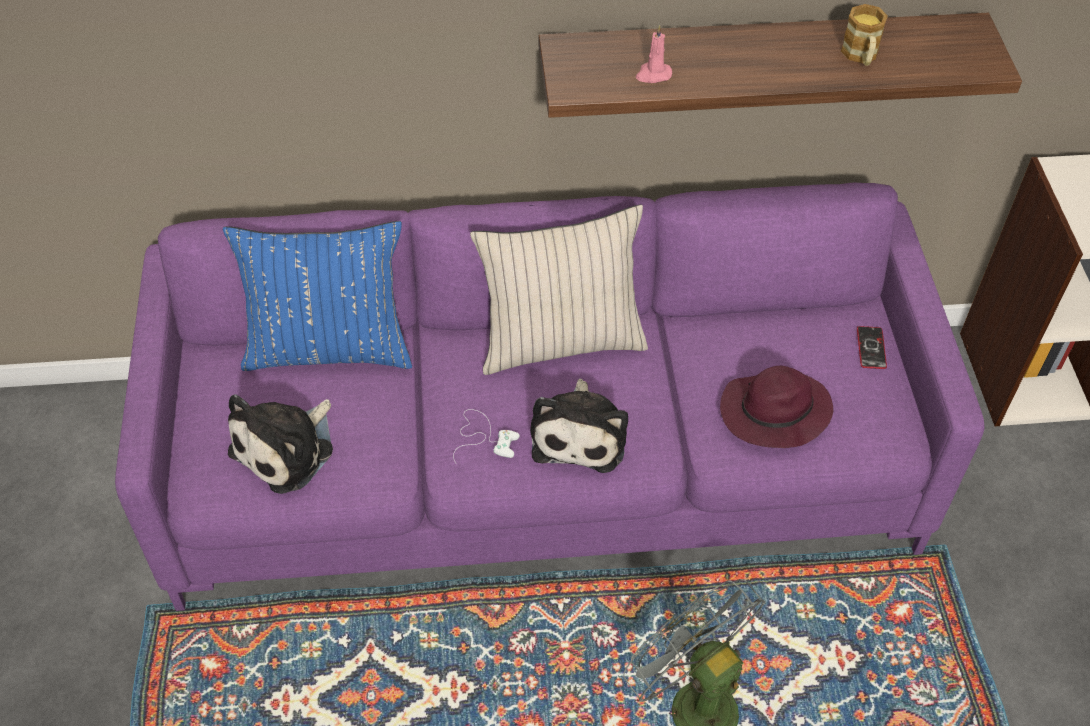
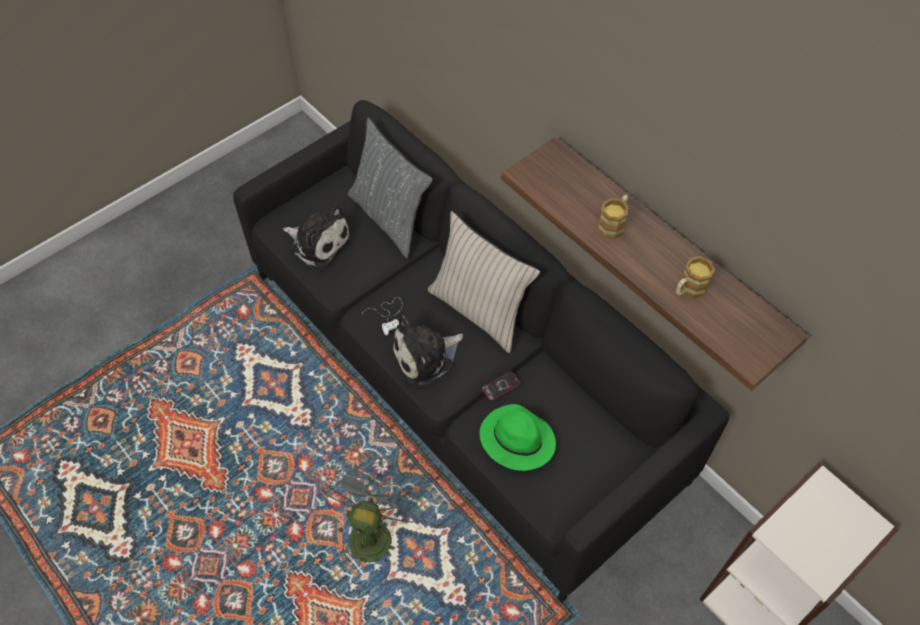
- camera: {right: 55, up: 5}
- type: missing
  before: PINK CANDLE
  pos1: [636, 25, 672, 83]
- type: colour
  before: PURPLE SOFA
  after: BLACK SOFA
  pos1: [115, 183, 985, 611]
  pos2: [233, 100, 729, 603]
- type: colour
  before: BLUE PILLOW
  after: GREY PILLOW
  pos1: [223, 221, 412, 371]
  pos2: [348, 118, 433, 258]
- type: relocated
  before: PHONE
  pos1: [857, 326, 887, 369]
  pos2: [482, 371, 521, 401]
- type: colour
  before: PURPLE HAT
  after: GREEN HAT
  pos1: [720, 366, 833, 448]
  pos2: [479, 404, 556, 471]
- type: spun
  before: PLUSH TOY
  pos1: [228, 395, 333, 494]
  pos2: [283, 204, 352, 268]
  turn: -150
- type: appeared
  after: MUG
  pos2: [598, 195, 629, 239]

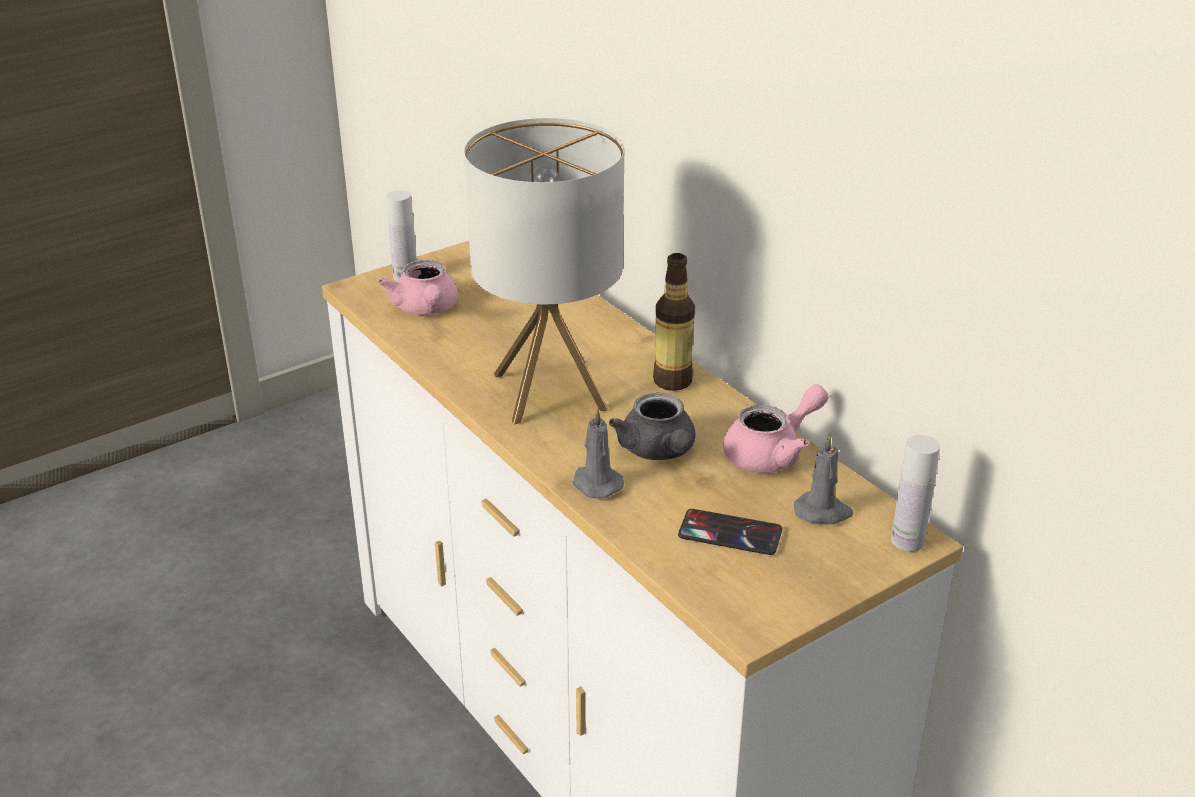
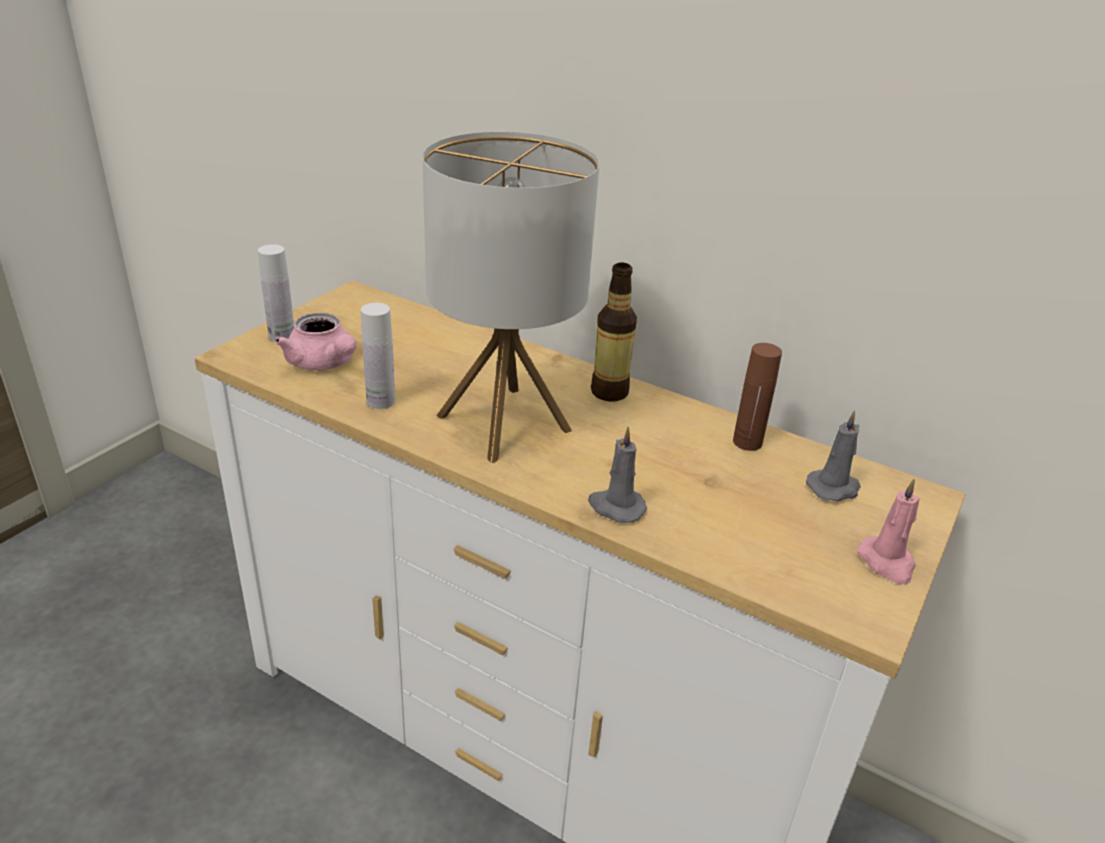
- camera: {right: -25, up: 0}
- type: exchanged
  before: PINK TEAPOT
  after: BROWN BOTTLE
  pos1: [723, 385, 828, 473]
  pos2: [733, 343, 782, 451]
- type: missing
  before: GREY TEAPOT
  pos1: [609, 393, 696, 460]
- type: relocated
  before: WHITE BOTTLE
  pos1: [891, 435, 940, 552]
  pos2: [361, 303, 395, 409]
- type: missing
  before: PHONE
  pos1: [678, 509, 782, 555]
- type: appeared
  after: PINK CANDLE
  pos2: [857, 479, 920, 584]

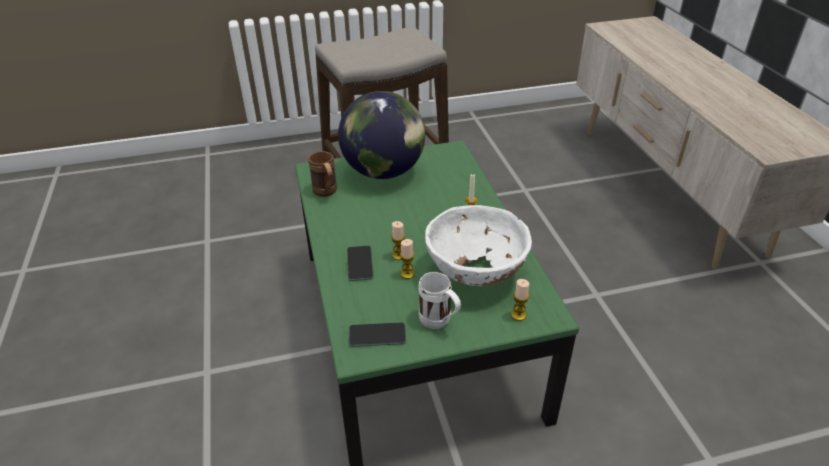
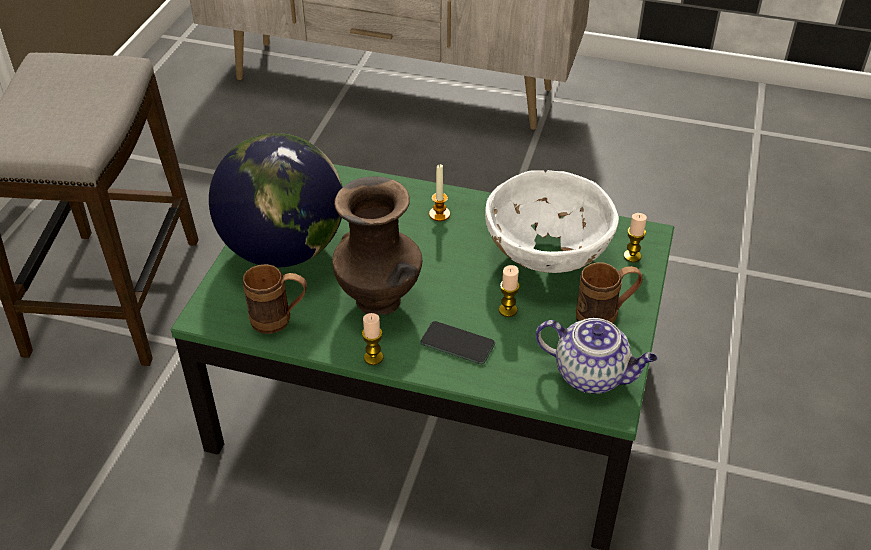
- camera: {right: -60, up: 5}
- type: relocated
  before: CANDLE
  pos1: [391, 221, 405, 260]
  pos2: [362, 313, 383, 365]
- type: colour
  before: WHITE MUG
  after: BROWN MUG
  pos1: [419, 272, 461, 329]
  pos2: [576, 262, 643, 324]
- type: exchanged
  before: PHONE
  after: TEAPOT
  pos1: [349, 322, 406, 347]
  pos2: [536, 318, 657, 394]
- type: appeared
  after: BROWN VASE
  pos2: [332, 176, 422, 315]

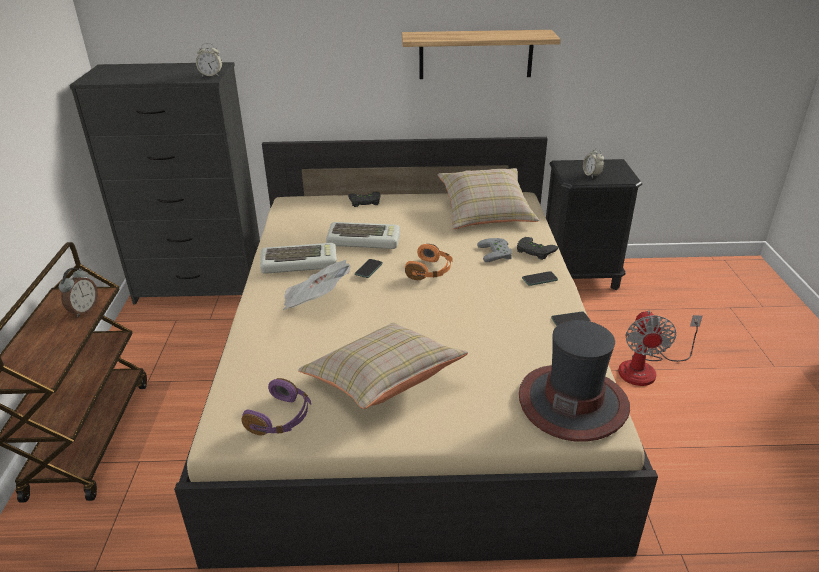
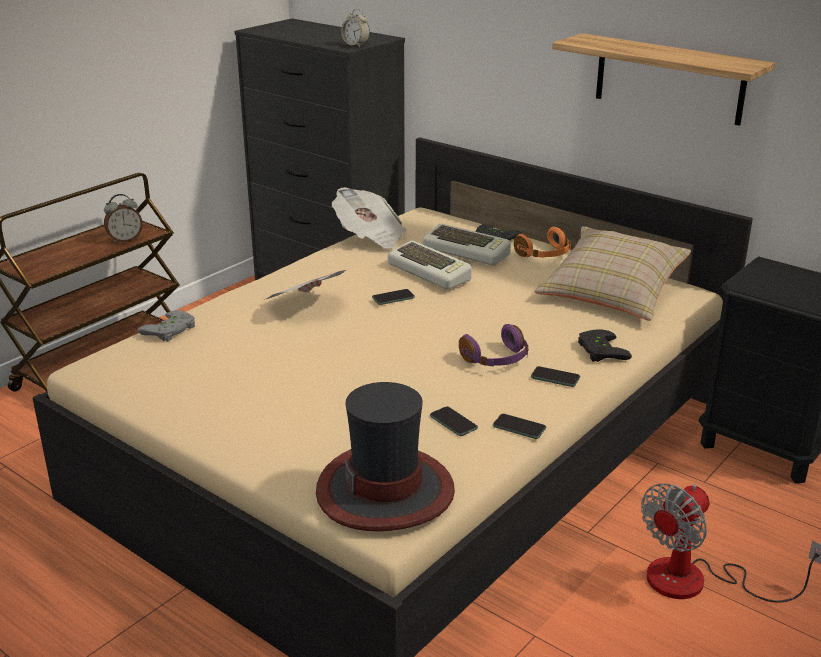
- camera: {right: 40, up: -5}
- type: missing
  before: ALARM CLOCK
  pos1: [583, 148, 604, 178]
- type: relocated
  before: GREY GAME CONTROLLER
  pos1: [477, 238, 512, 262]
  pos2: [138, 310, 195, 342]
- type: relocated
  before: KEYBOARD
  pos1: [260, 243, 337, 274]
  pos2: [423, 224, 511, 265]
- type: relocated
  before: ORANGE HEADPHONES
  pos1: [405, 244, 453, 280]
  pos2: [514, 227, 571, 258]
- type: missing
  before: BEIGE PILLOW
  pos1: [298, 322, 468, 409]
- type: relocated
  before: PURPLE HEADPHONES
  pos1: [241, 378, 311, 436]
  pos2: [459, 324, 528, 366]
- type: appeared
  after: NEWSPAPER
  pos2: [332, 187, 407, 249]
- type: appeared
  after: PHONE
  pos2: [430, 406, 478, 436]

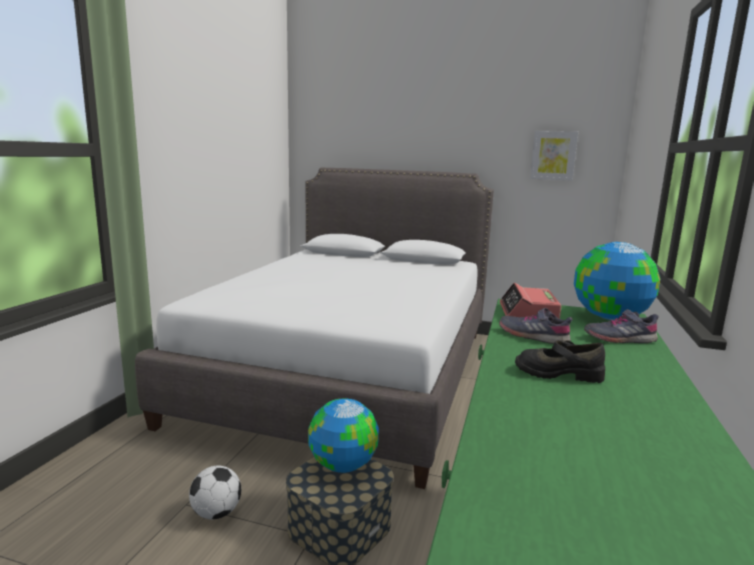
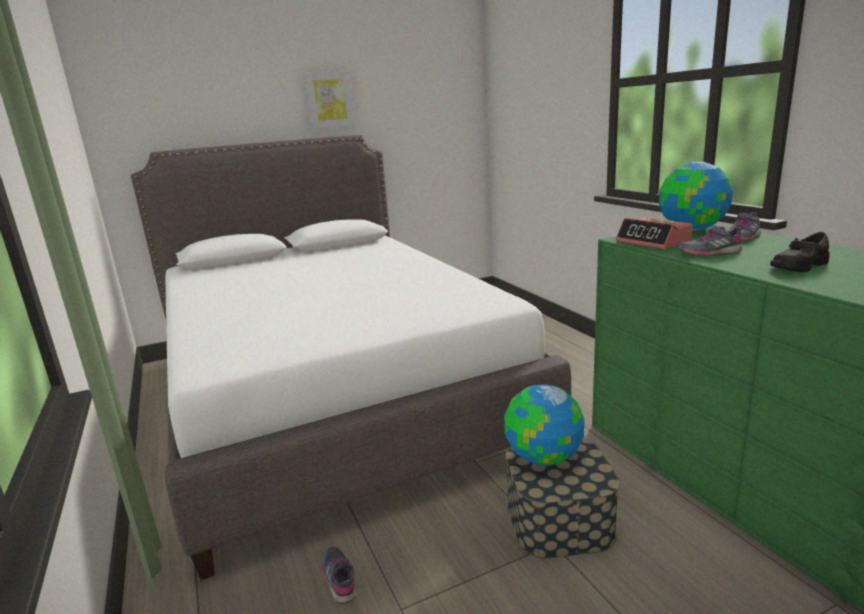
- camera: {right: -40, up: 5}
- type: relocated
  before: PICTURE
  pos1: [530, 131, 578, 181]
  pos2: [304, 71, 356, 129]
- type: missing
  before: FOOTBALL
  pos1: [189, 466, 241, 519]
- type: appeared
  after: GREY SHOE
  pos2: [321, 547, 357, 604]

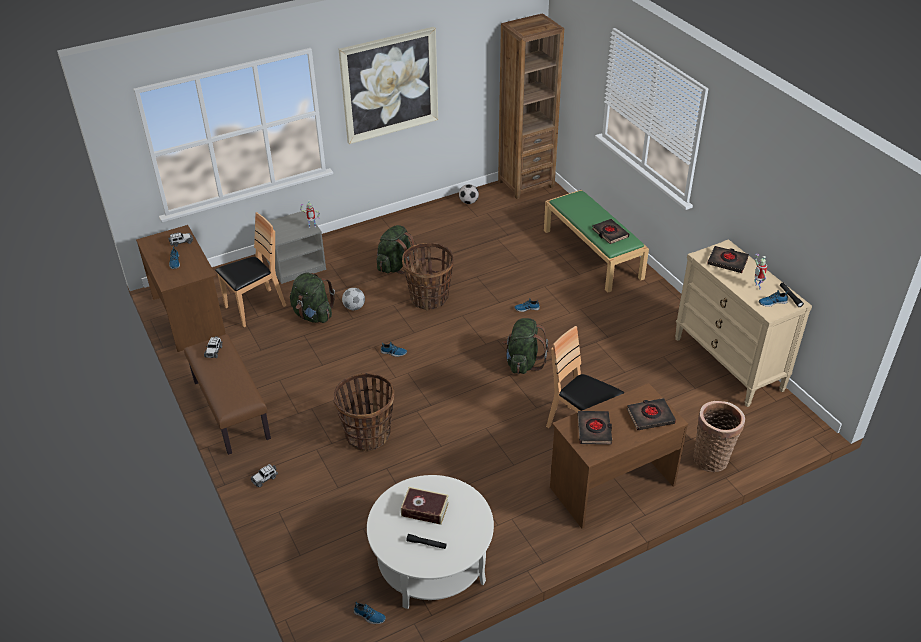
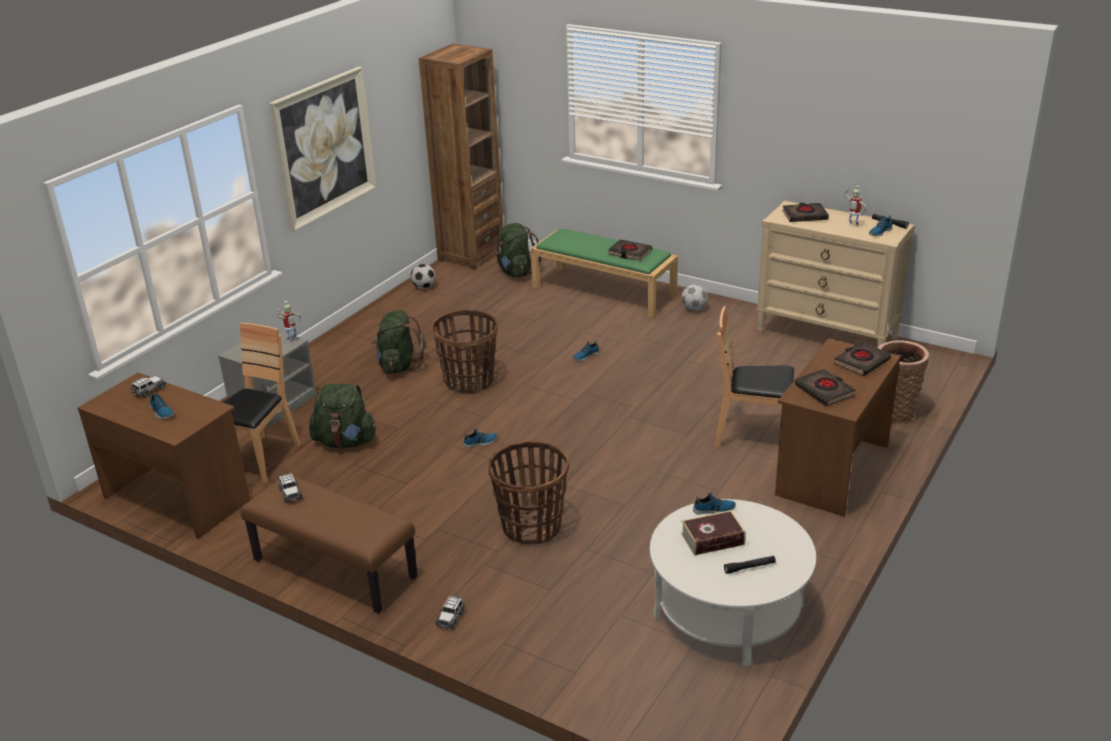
- camera: {right: -30, up: -10}
- type: relocated
  before: FOOTBALL
  pos1: [342, 288, 365, 310]
  pos2: [681, 285, 708, 311]
- type: relocated
  before: GREEN BACKPACK
  pos1: [502, 318, 549, 374]
  pos2: [494, 223, 541, 277]
- type: relocated
  before: SHOE
  pos1: [354, 602, 386, 624]
  pos2: [693, 492, 736, 514]

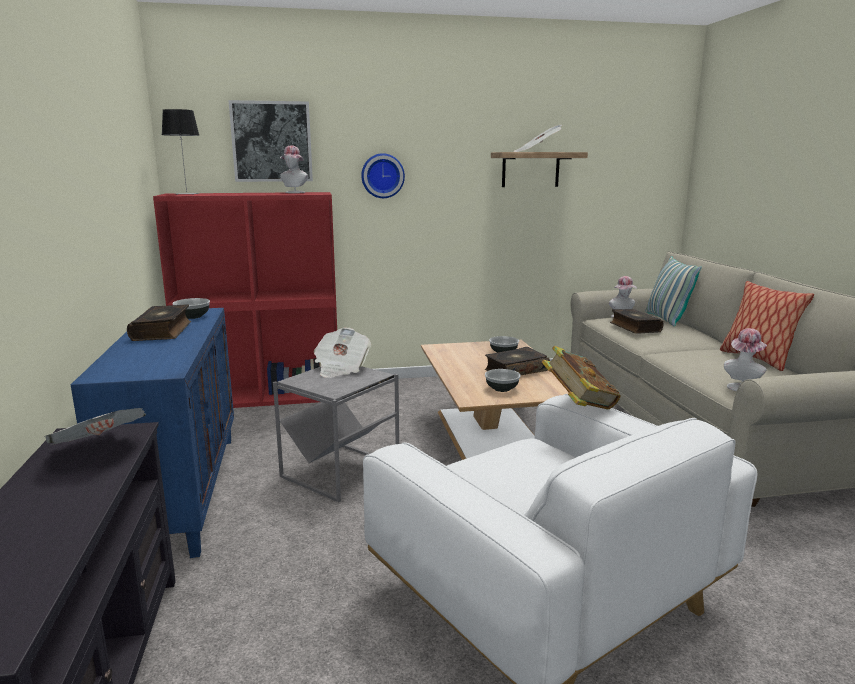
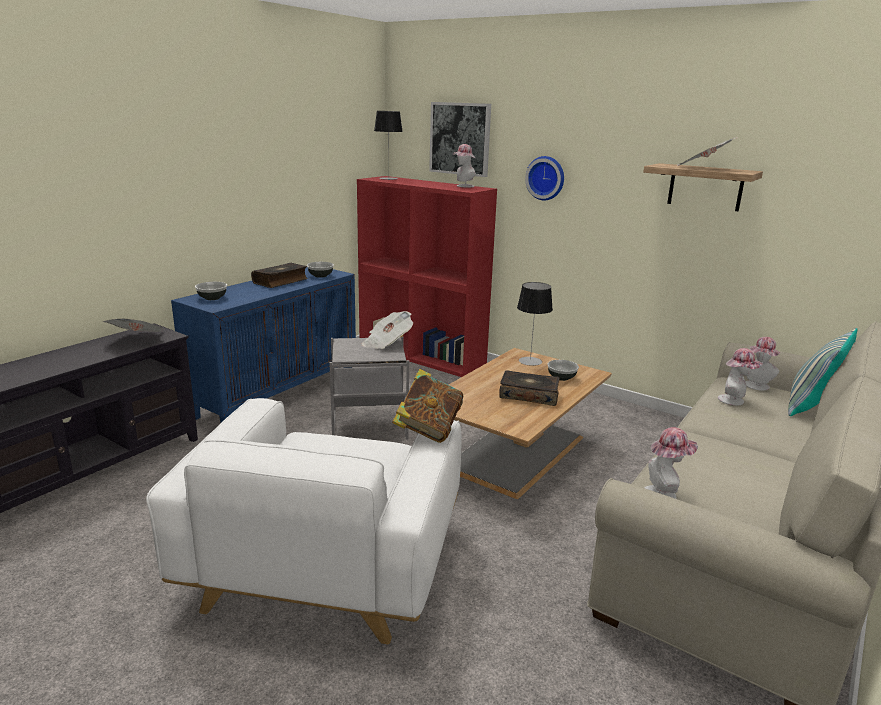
- camera: {right: 45, up: 5}
- type: missing
  before: PILLOW
  pos1: [720, 281, 814, 371]
- type: exchanged
  before: BOOK
  after: HAT
  pos1: [610, 309, 663, 334]
  pos2: [718, 348, 763, 405]
- type: relocated
  before: BOWL
  pos1: [485, 369, 520, 392]
  pos2: [195, 282, 227, 300]
- type: appeared
  after: TABLE LAMP
  pos2: [517, 282, 553, 366]

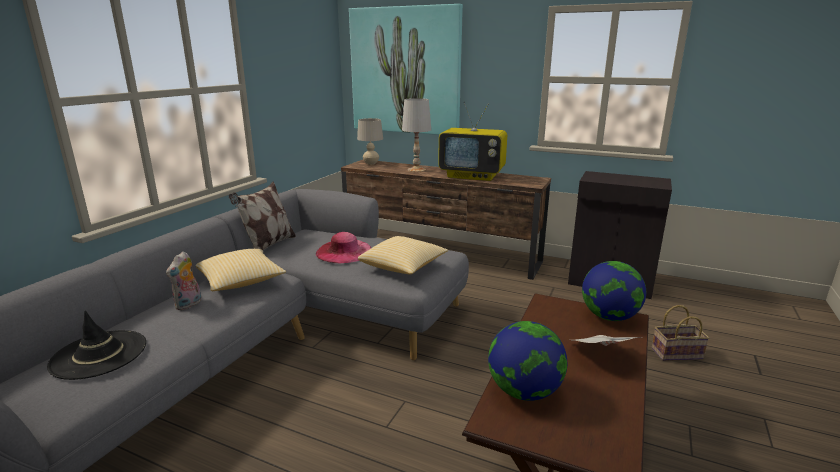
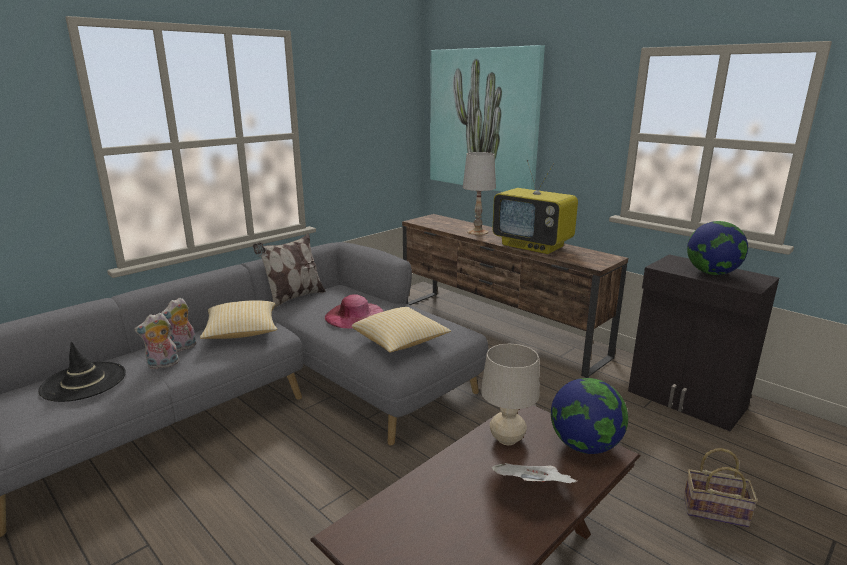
- camera: {right: 20, up: 0}
- type: relocated
  before: BEIGE TABLE LAMP
  pos1: [357, 118, 383, 165]
  pos2: [481, 344, 540, 445]
- type: relocated
  before: GLOBE
  pos1: [488, 321, 567, 401]
  pos2: [687, 221, 748, 275]
- type: appeared
  after: PLUSH TOY
  pos2: [135, 313, 180, 369]

